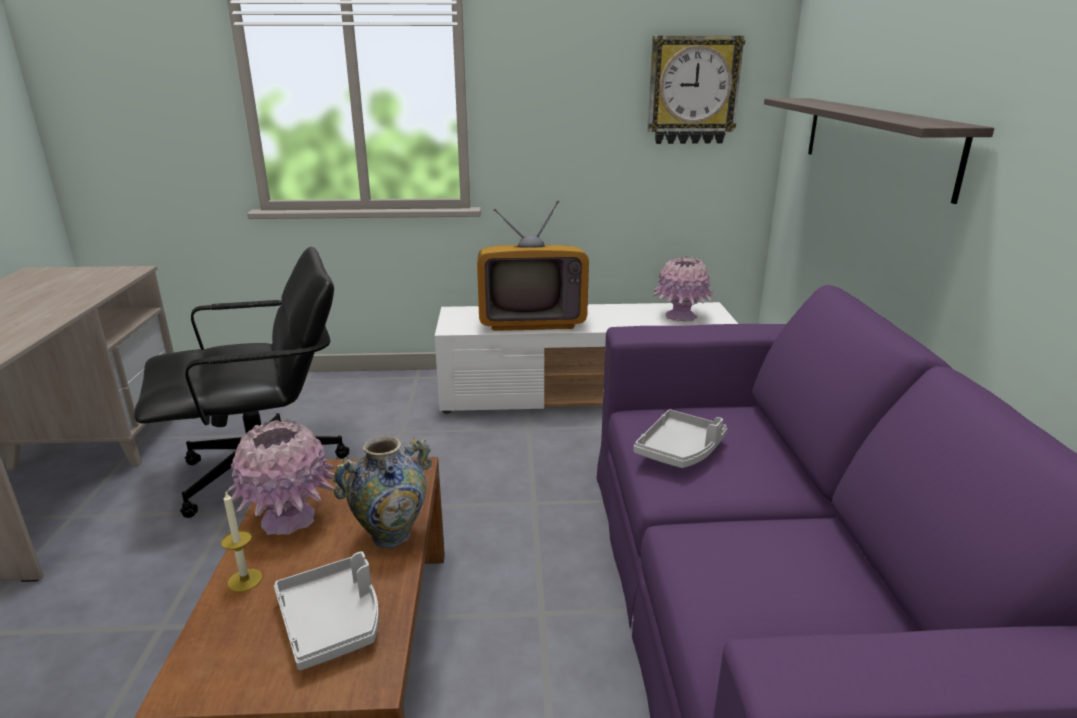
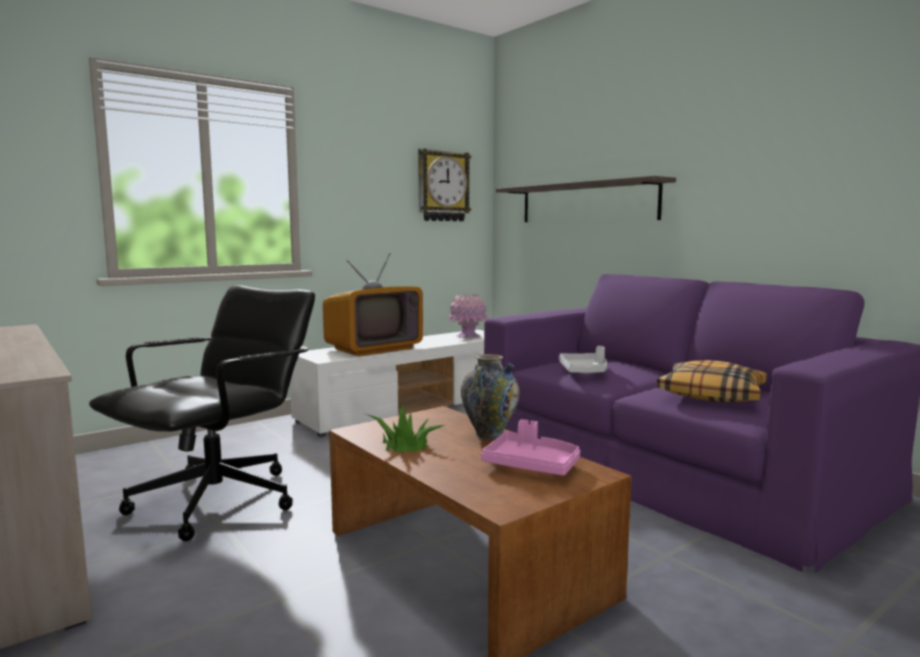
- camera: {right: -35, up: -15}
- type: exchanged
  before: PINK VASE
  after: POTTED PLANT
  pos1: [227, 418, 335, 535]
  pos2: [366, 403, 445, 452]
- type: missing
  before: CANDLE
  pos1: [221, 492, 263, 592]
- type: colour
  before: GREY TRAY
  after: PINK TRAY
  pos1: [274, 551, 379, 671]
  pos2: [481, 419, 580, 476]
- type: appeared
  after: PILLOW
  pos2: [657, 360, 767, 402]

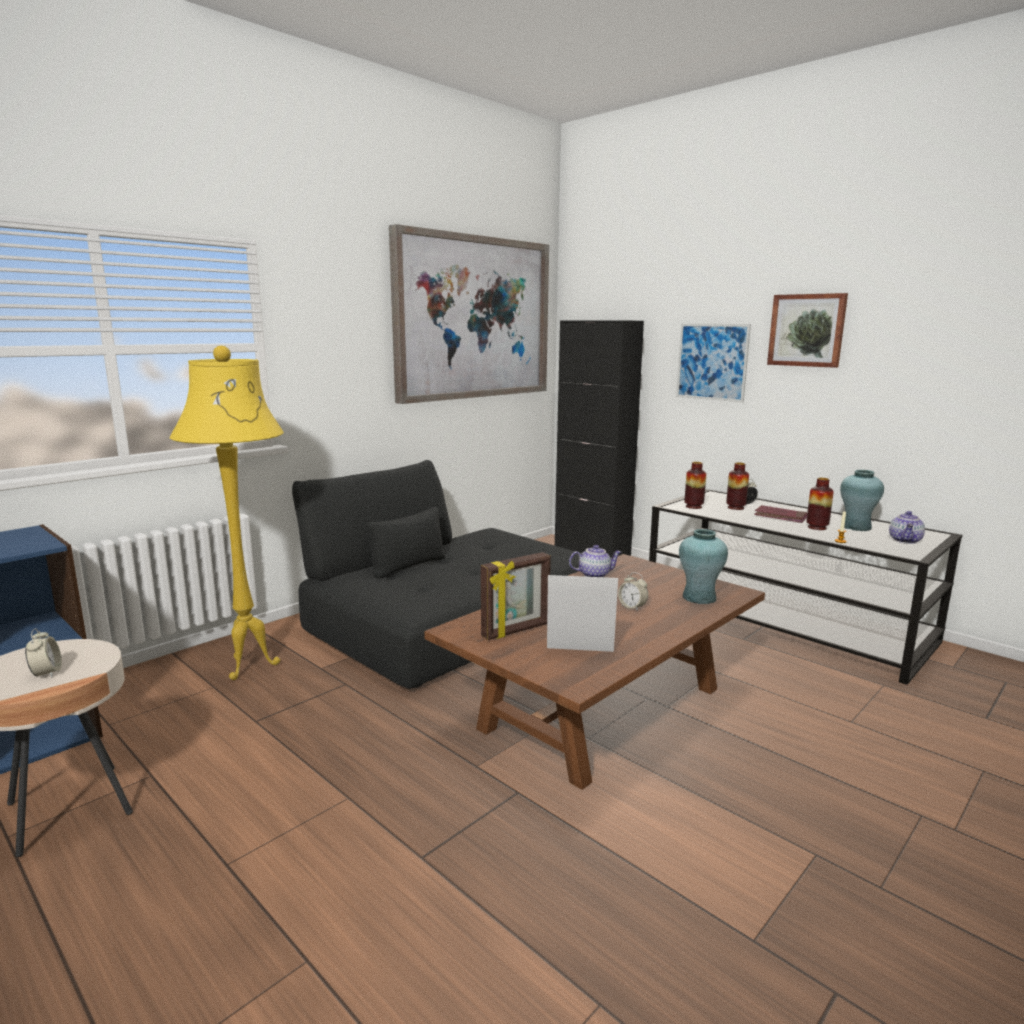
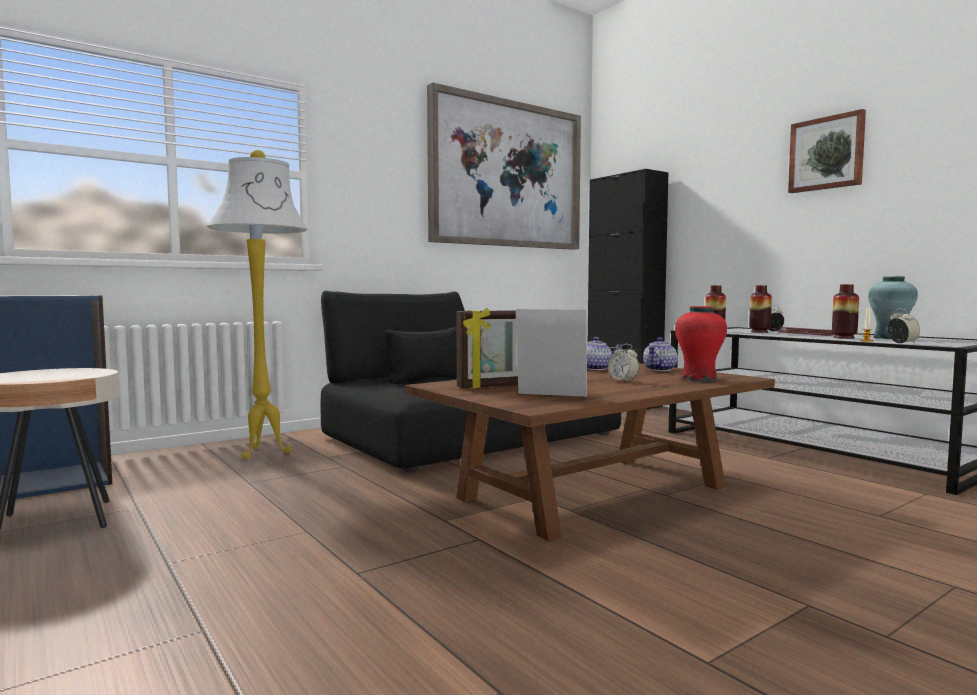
- camera: {right: 10, up: -10}
- type: missing
  before: PICTURE
  pos1: [676, 324, 751, 402]
- type: colour
  before: YELLOW FLOOR LAMP
  after: WHITE FLOOR LAMP
  pos1: [170, 346, 284, 680]
  pos2: [207, 150, 307, 460]
- type: relocated
  before: TEAPOT
  pos1: [889, 511, 925, 544]
  pos2: [643, 337, 677, 371]
- type: colour
  before: TURQUOISE VASE
  after: RED VASE
  pos1: [679, 529, 728, 604]
  pos2: [675, 306, 727, 382]
- type: relocated
  before: ALARM CLOCK
  pos1: [25, 628, 62, 678]
  pos2: [888, 308, 920, 344]

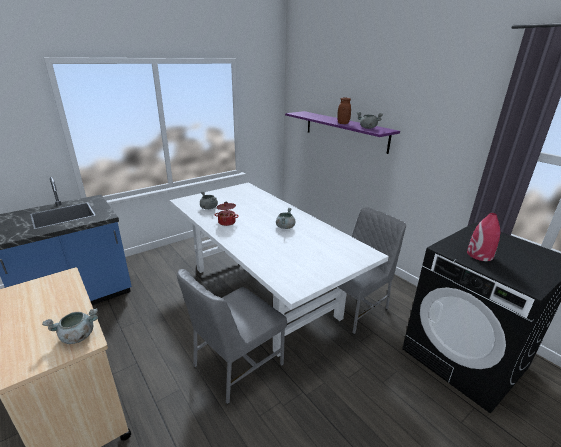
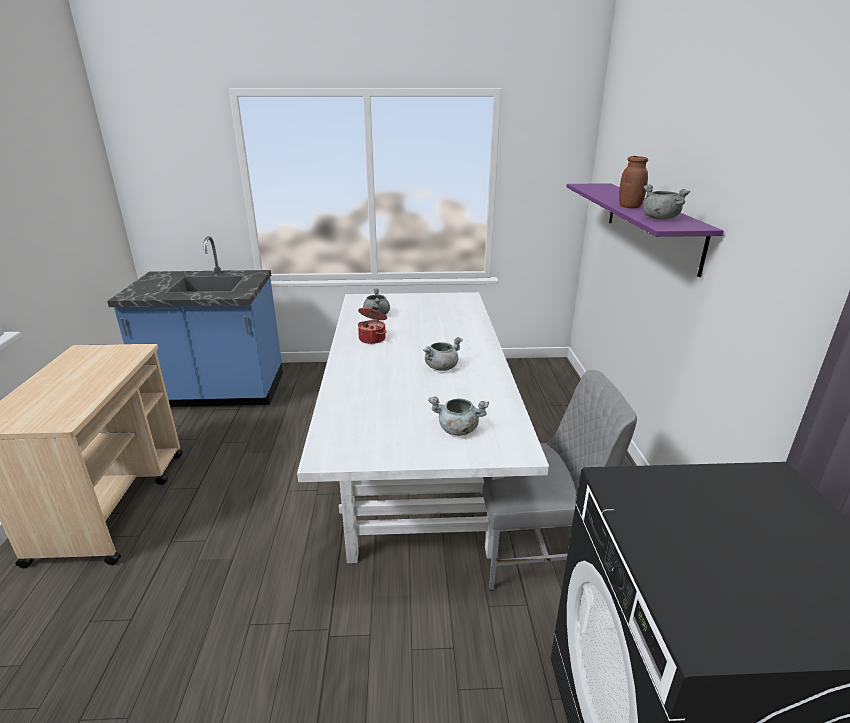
- camera: {right: 35, up: 0}
- type: missing
  before: RED VASE
  pos1: [467, 213, 500, 261]
- type: missing
  before: GREY CHAIR
  pos1: [177, 269, 287, 404]
- type: relocated
  before: GREY COOKING POT
  pos1: [42, 308, 98, 344]
  pos2: [428, 397, 489, 436]

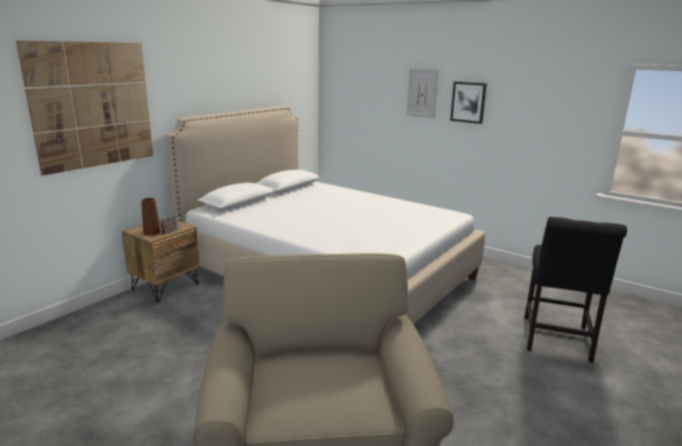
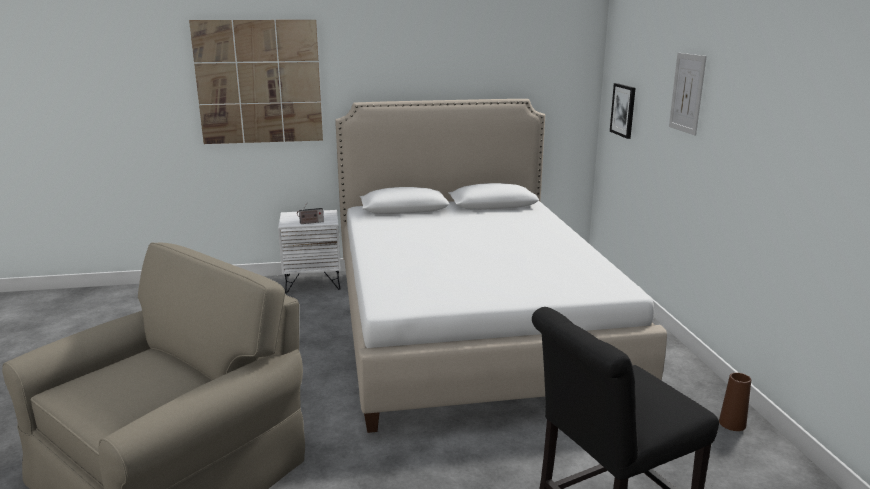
- camera: {right: 45, up: 0}
- type: relocated
  before: PICTURE
  pos1: [450, 82, 487, 124]
  pos2: [610, 83, 635, 139]
- type: relocated
  before: BROWN VASE
  pos1: [141, 198, 161, 236]
  pos2: [719, 372, 751, 431]
- type: colour
  before: BROWN NIGHTSTAND
  after: WHITE NIGHTSTAND
  pos1: [122, 217, 200, 302]
  pos2: [278, 210, 341, 293]

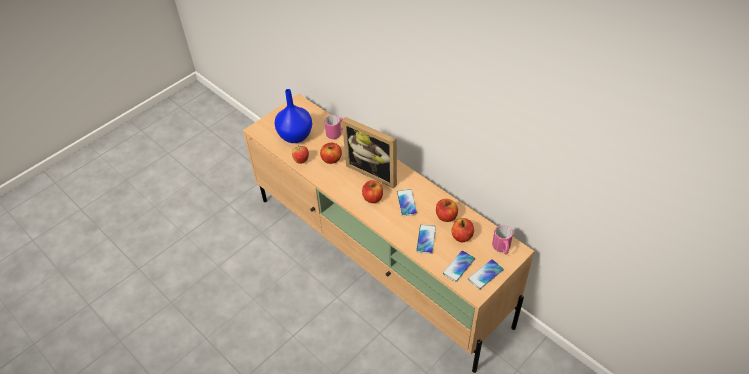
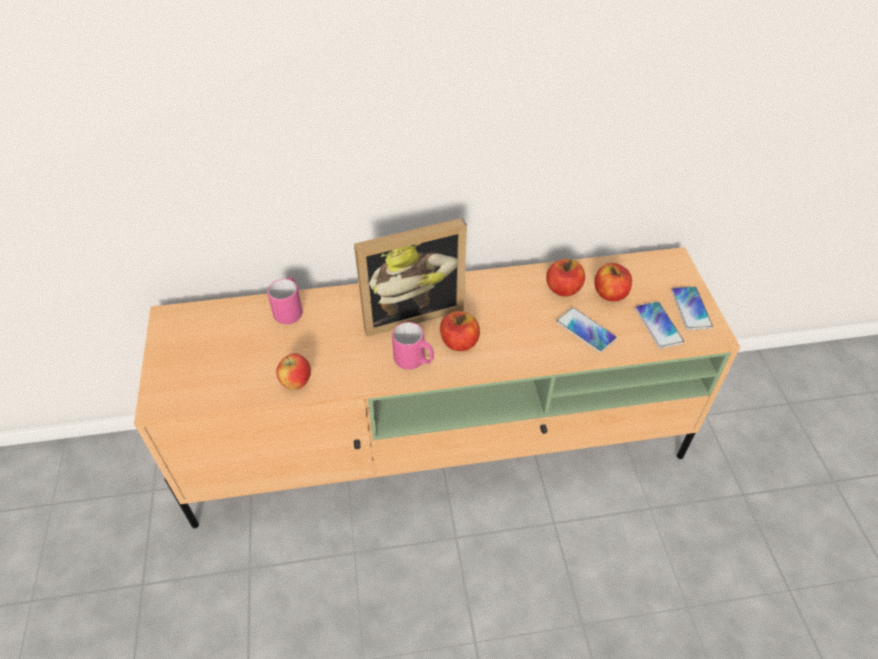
- camera: {right: -55, up: 0}
- type: missing
  before: BLUE VASE
  pos1: [275, 89, 312, 143]
- type: missing
  before: APPLE
  pos1: [320, 143, 342, 164]
- type: missing
  before: PHONE
  pos1: [397, 189, 417, 216]
- type: relocated
  before: PINK MUG
  pos1: [492, 225, 513, 254]
  pos2: [392, 322, 434, 370]

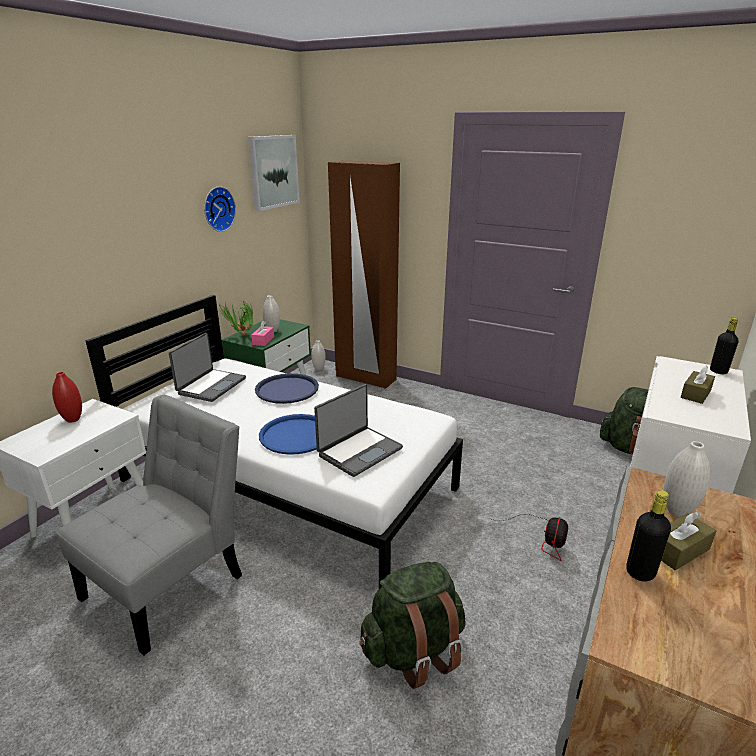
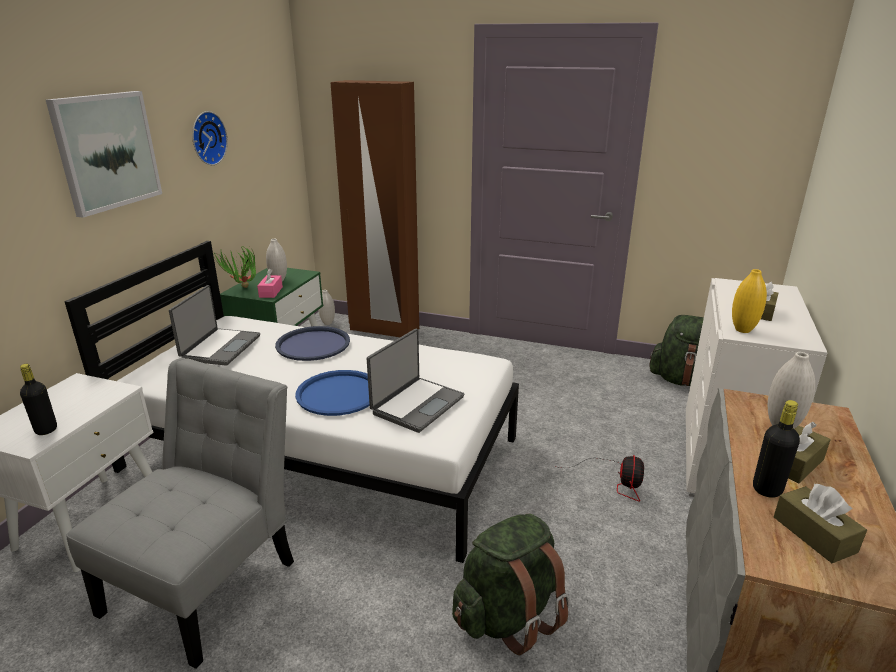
- camera: {right: -10, up: 0}
- type: relocated
  before: PICTURE
  pos1: [248, 135, 300, 211]
  pos2: [46, 91, 162, 218]
- type: relocated
  before: BLACK BOTTLE
  pos1: [710, 318, 739, 374]
  pos2: [20, 364, 57, 435]
- type: missing
  before: RED VASE
  pos1: [52, 372, 82, 423]
- type: appeared
  after: YELLOW VASE
  pos2: [732, 269, 767, 333]
- type: appeared
  after: BROWN TISSUE BOX
  pos2: [774, 483, 867, 563]

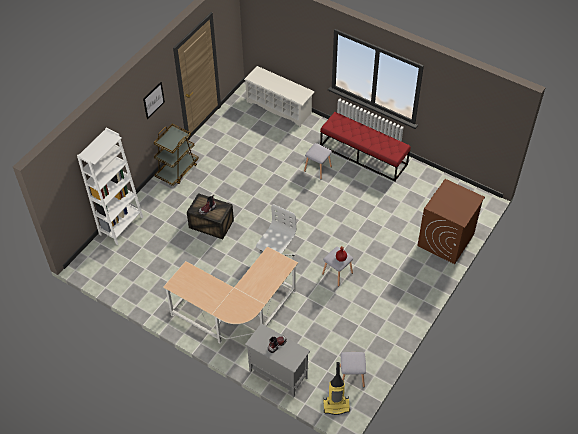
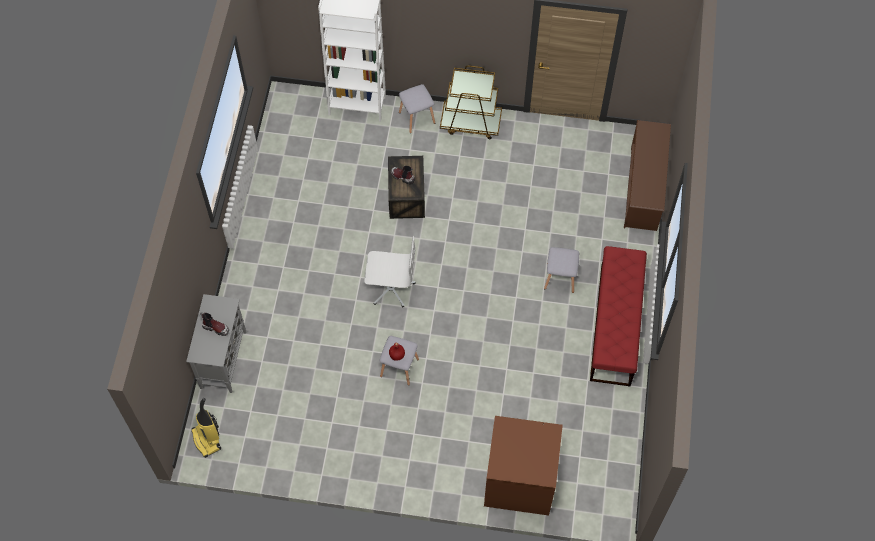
- camera: {right: 65, up: 10}
- type: colour
  before: WHITE SHOE RACK
  after: BROWN SHOE RACK
  pos1: [244, 66, 314, 127]
  pos2: [624, 120, 671, 231]
- type: missing
  before: PICTURE
  pos1: [143, 82, 165, 119]
- type: missing
  before: BEIGE DESK
  pos1: [163, 246, 298, 343]
- type: relocated
  before: GREY STOOL
  pos1: [340, 352, 366, 387]
  pos2: [399, 84, 435, 133]

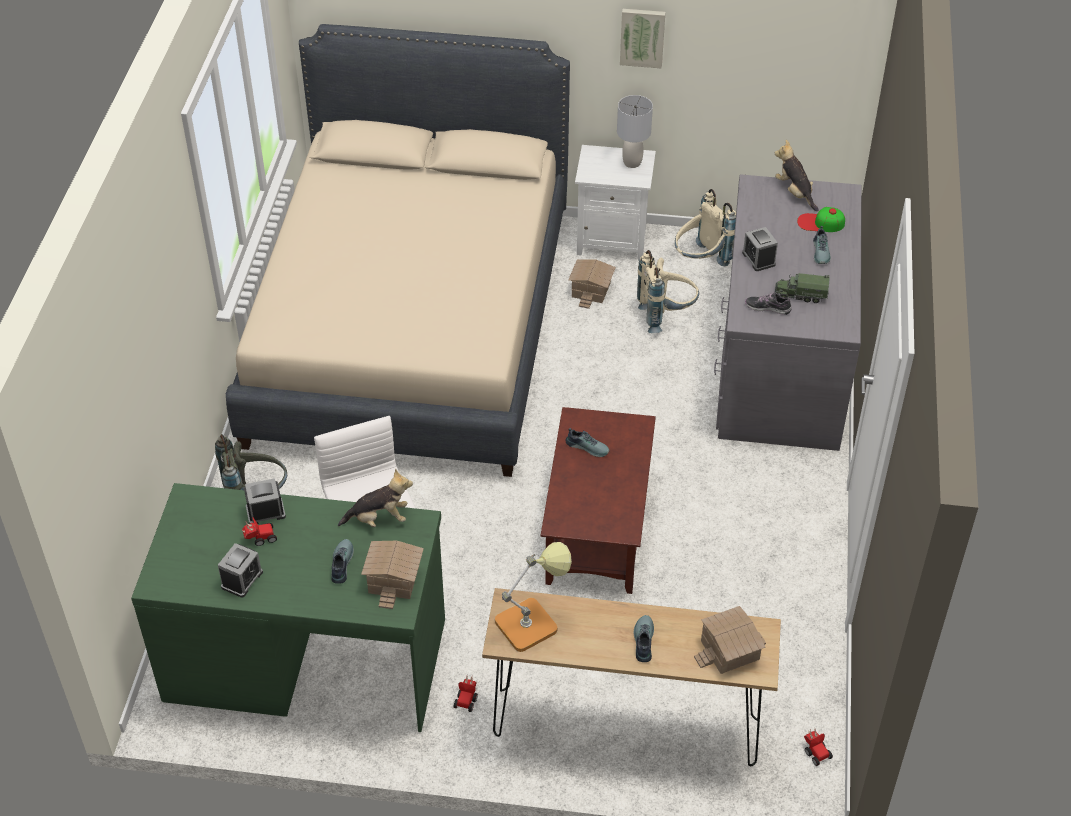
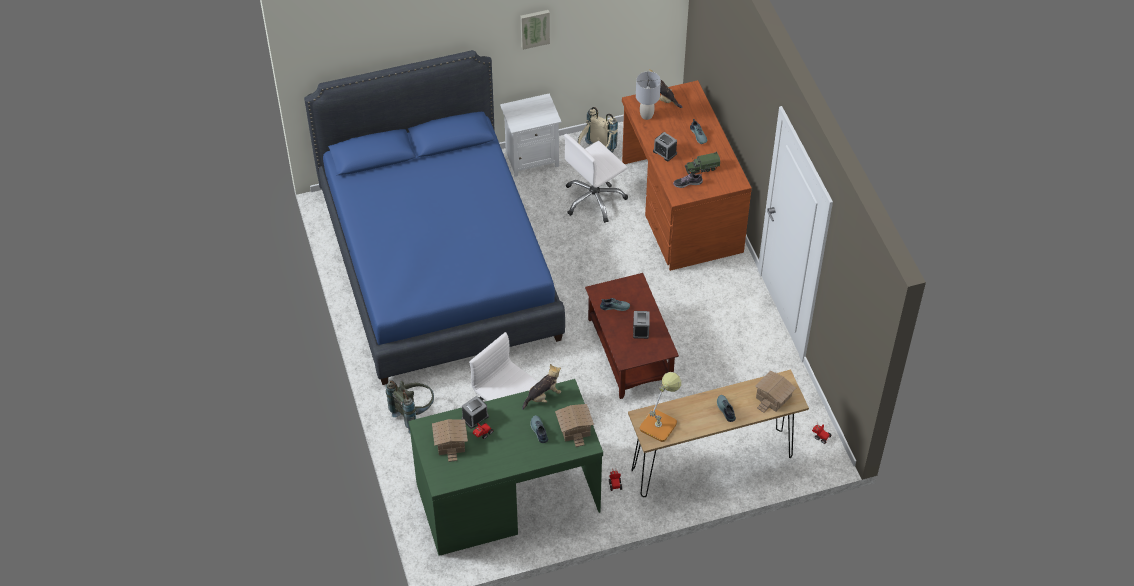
- camera: {right: -25, up: 5}
- type: colour
  before: BEIGE BED
  after: BLUE BED
  pos1: [226, 24, 570, 477]
  pos2: [304, 50, 565, 385]
- type: relocated
  before: GREY TABLE LAMP
  pos1: [617, 95, 653, 168]
  pos2: [636, 71, 661, 120]
- type: colour
  before: GREY DESK
  after: BROWN DESK
  pos1: [714, 174, 862, 451]
  pos2: [622, 80, 752, 271]
- type: missing
  before: CAP
  pos1: [797, 207, 845, 232]
- type: exchanged
  before: BEIGE BACKPACK
  after: WHITE OFFICE CHAIR
  pos1: [637, 250, 699, 333]
  pos2: [564, 134, 628, 223]
- type: relocated
  before: TOY HOUSE
  pos1: [568, 259, 616, 309]
  pos2: [432, 419, 468, 462]
- type: relocated
  before: ALARM CLOCK
  pos1: [218, 543, 263, 598]
  pos2: [633, 311, 649, 339]

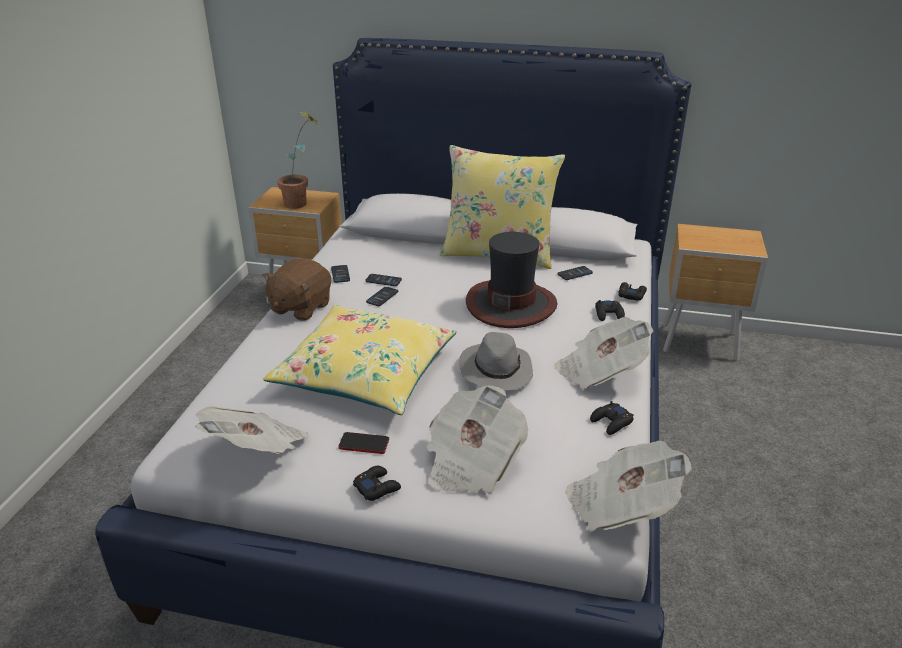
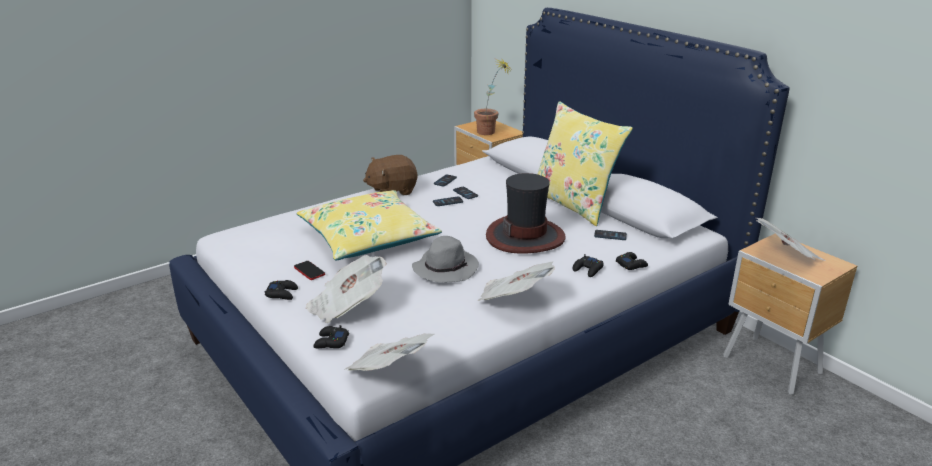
- camera: {right: 40, up: -5}
- type: relocated
  before: BLACK GAME CONTROLLER
  pos1: [590, 401, 634, 435]
  pos2: [313, 325, 349, 348]
- type: relocated
  before: NEWSPAPER
  pos1: [195, 407, 309, 454]
  pos2: [756, 218, 826, 261]

